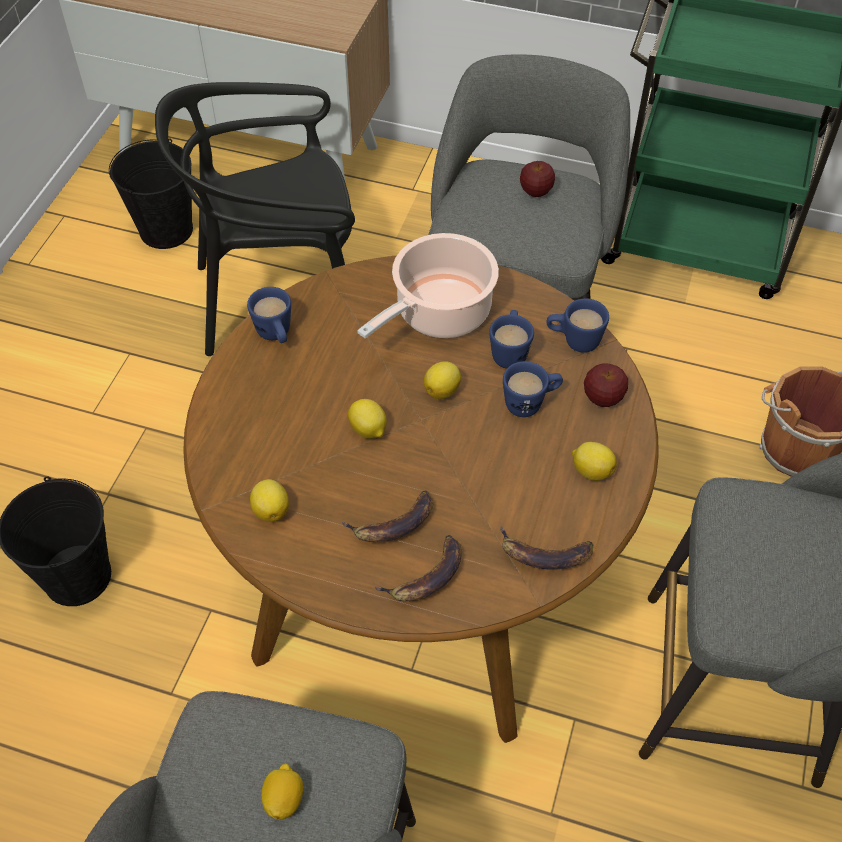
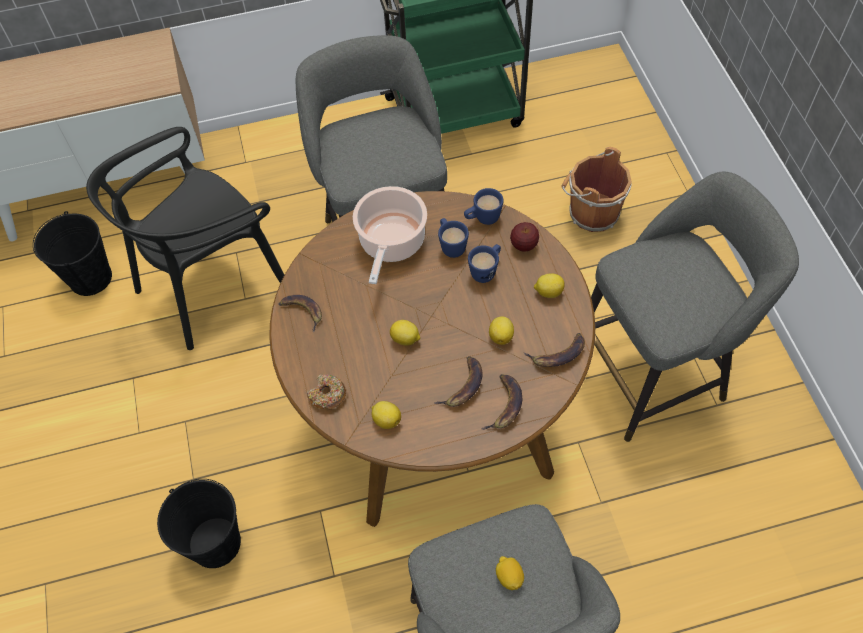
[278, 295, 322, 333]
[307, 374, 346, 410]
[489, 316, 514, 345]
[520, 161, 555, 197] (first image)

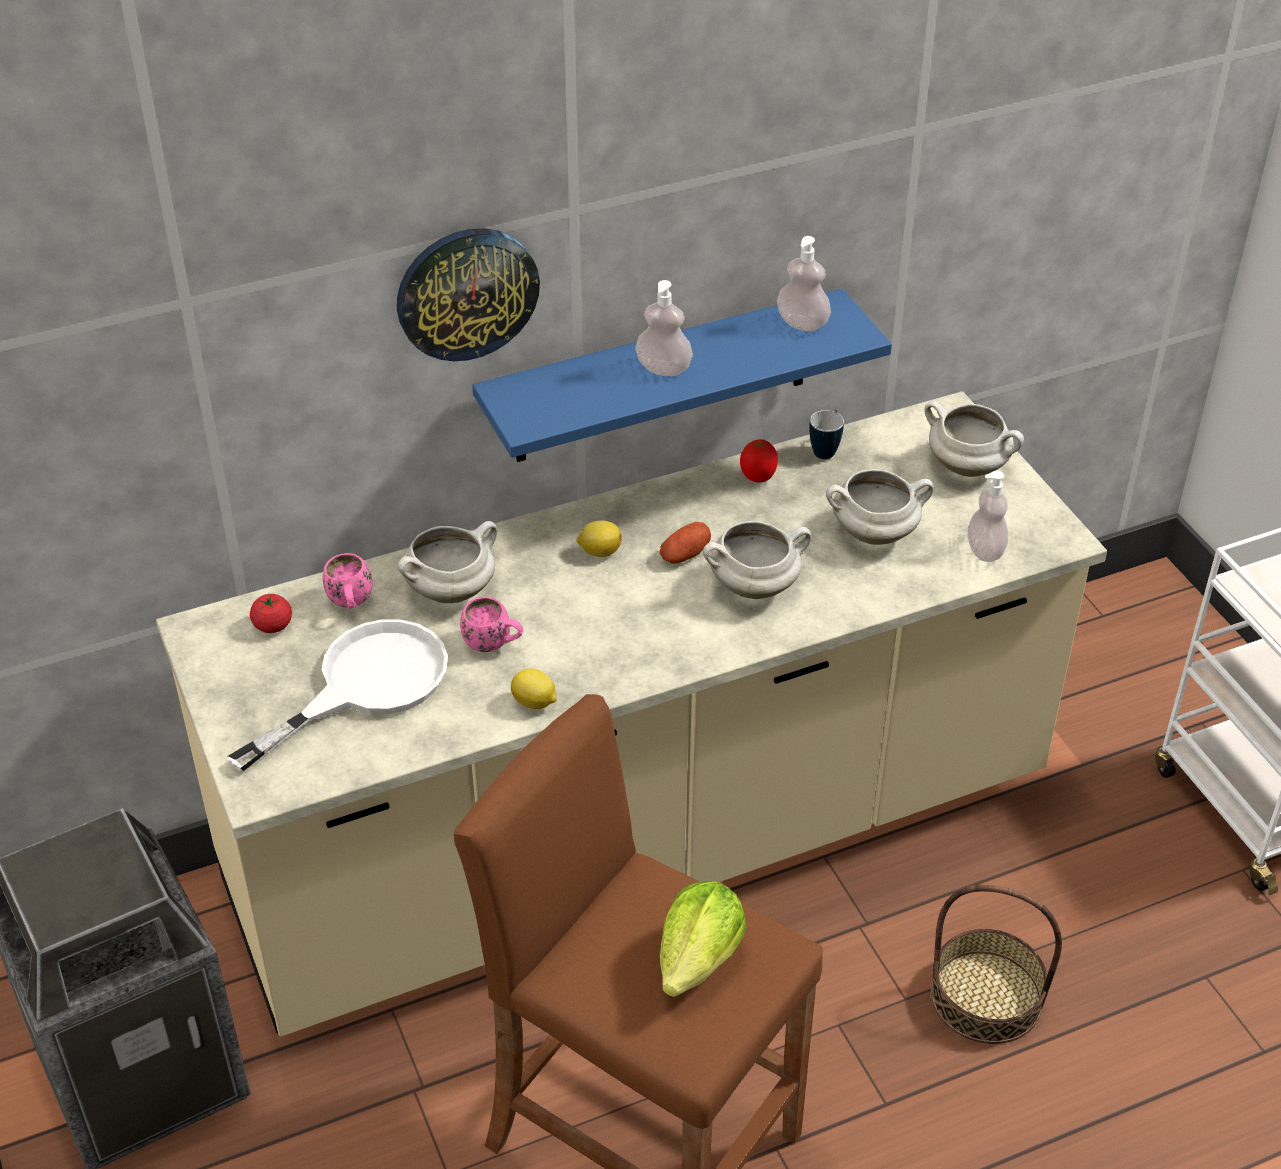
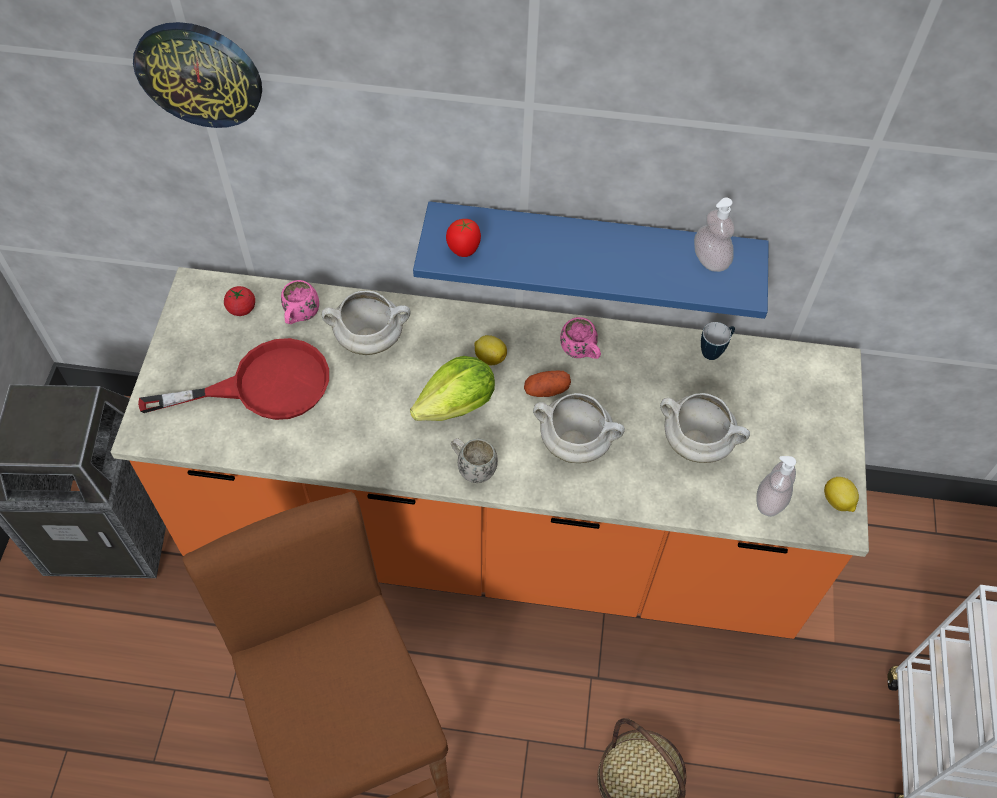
[111, 267, 869, 639]
[133, 22, 262, 128]
[138, 338, 329, 420]
[410, 356, 495, 421]
[446, 219, 481, 257]
[451, 438, 498, 483]
[560, 317, 601, 359]
[824, 477, 859, 512]
[635, 280, 693, 376] (first image)
[924, 401, 1024, 477] (first image)

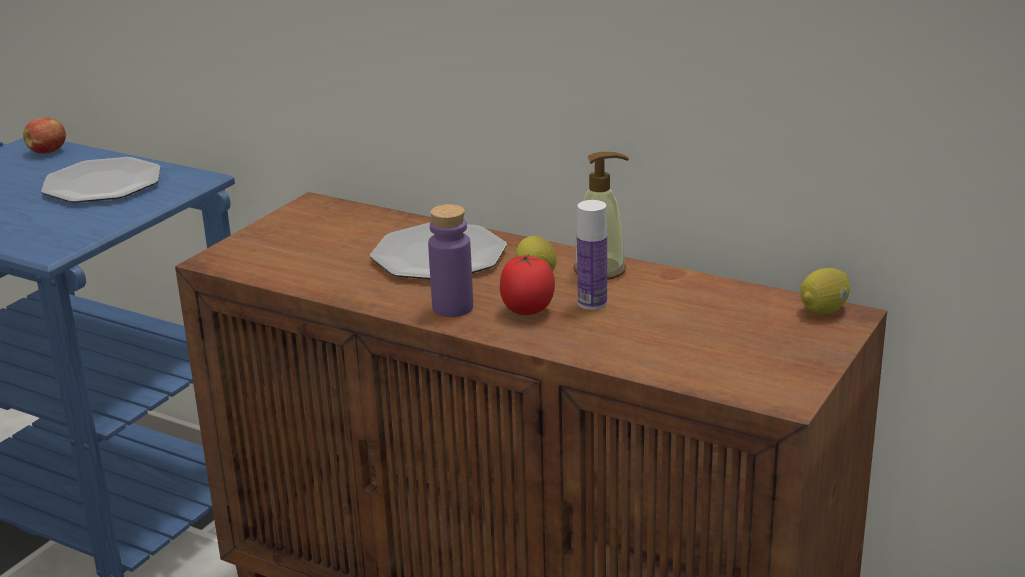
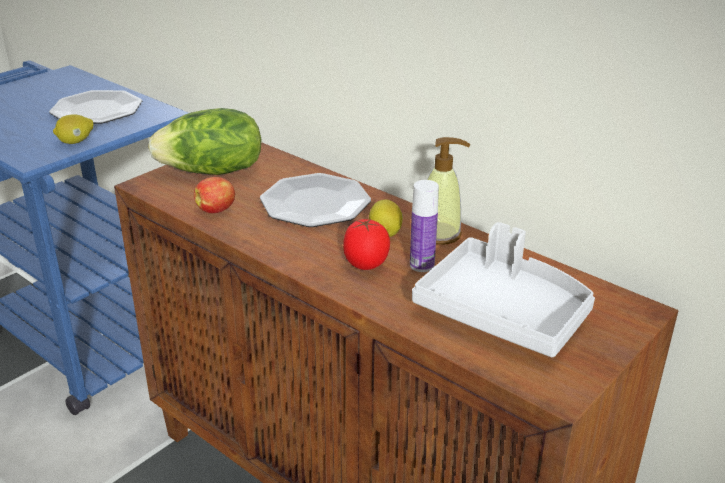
[53, 114, 93, 144]
[148, 108, 262, 175]
[194, 177, 235, 213]
[412, 222, 595, 357]
[428, 204, 473, 317] (first image)

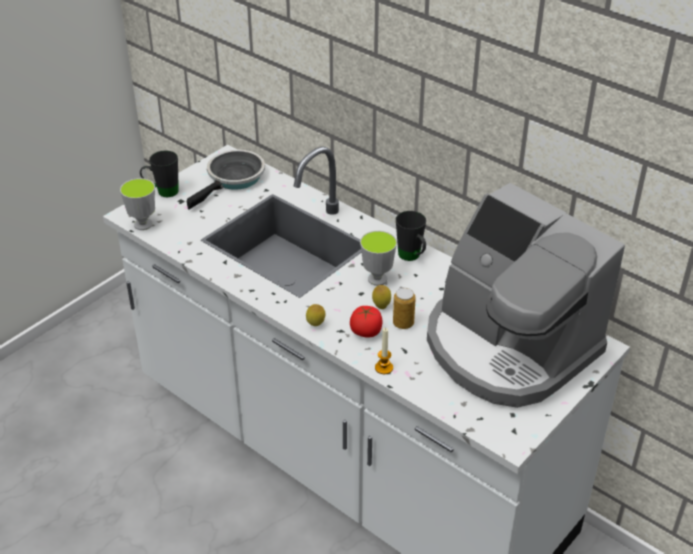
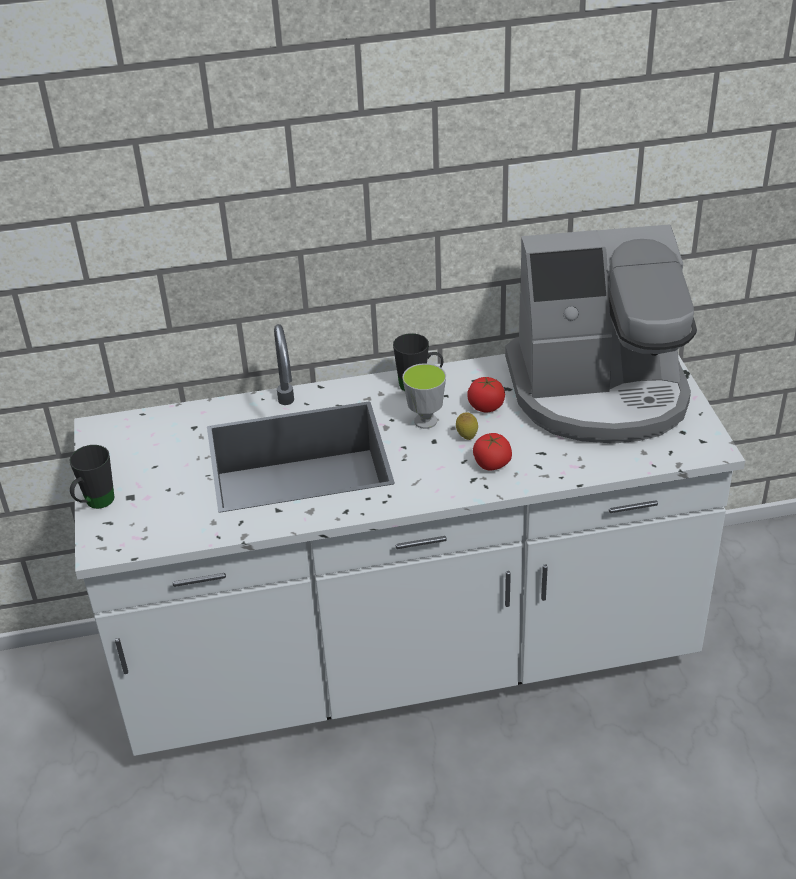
[467, 377, 505, 413]
[120, 178, 155, 230] (first image)
[187, 150, 265, 210] (first image)
[306, 304, 325, 326] (first image)
[375, 328, 393, 374] (first image)
[393, 288, 416, 329] (first image)

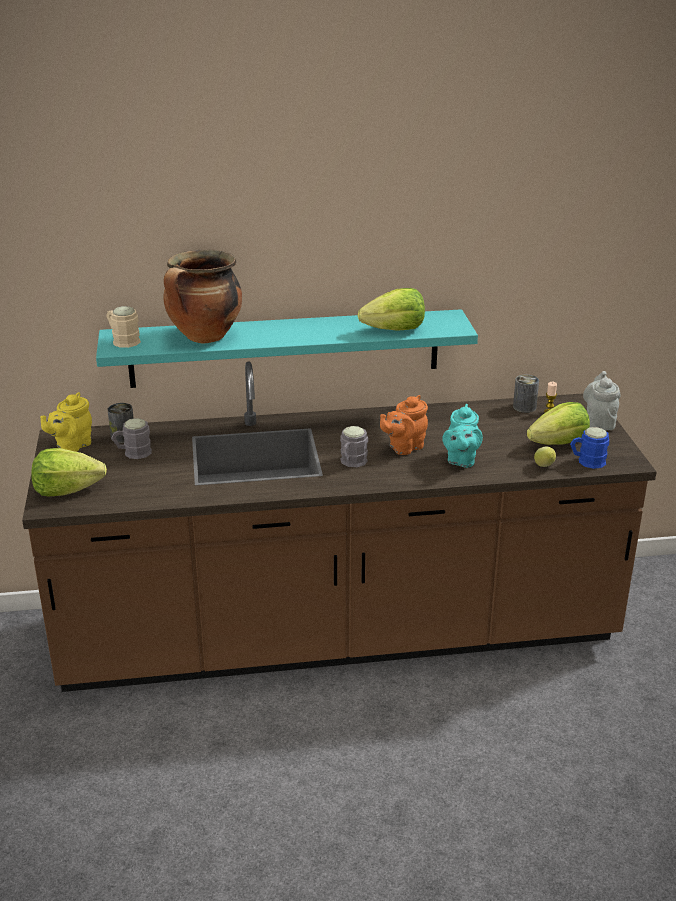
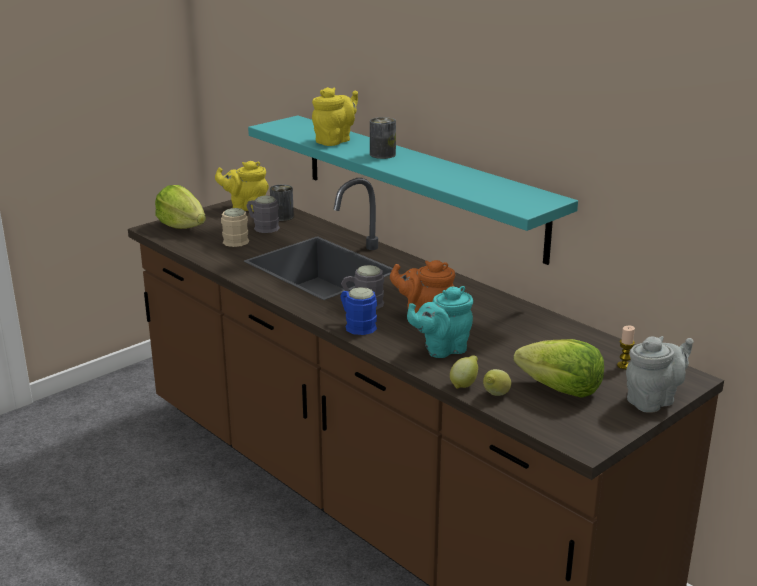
[221, 208, 249, 247]
[312, 87, 358, 146]
[340, 287, 377, 335]
[370, 117, 396, 159]
[450, 356, 478, 389]
[358, 288, 425, 331] (first image)

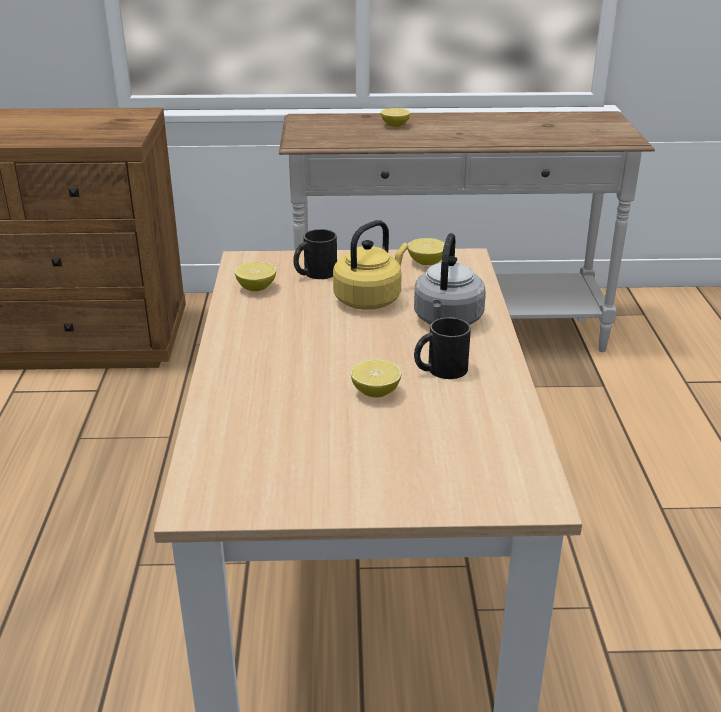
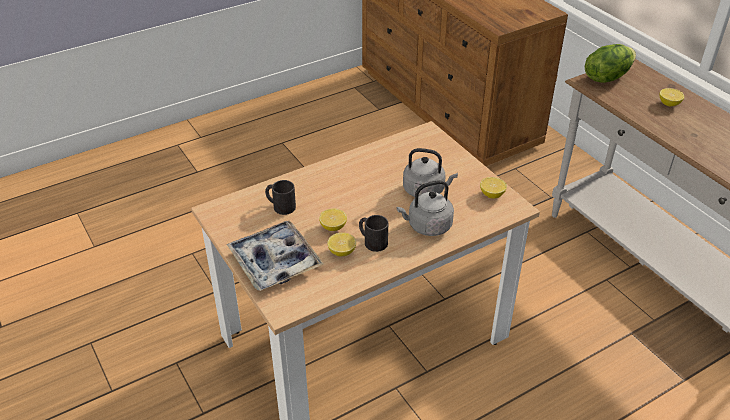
[226, 221, 323, 291]
[265, 180, 296, 215]
[327, 233, 356, 256]
[403, 148, 458, 197]
[585, 44, 636, 83]

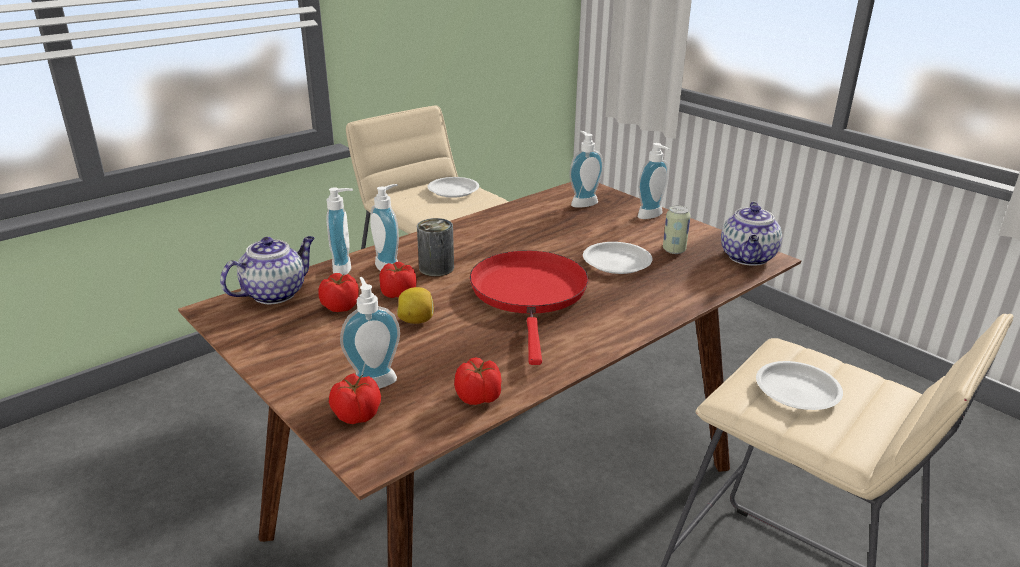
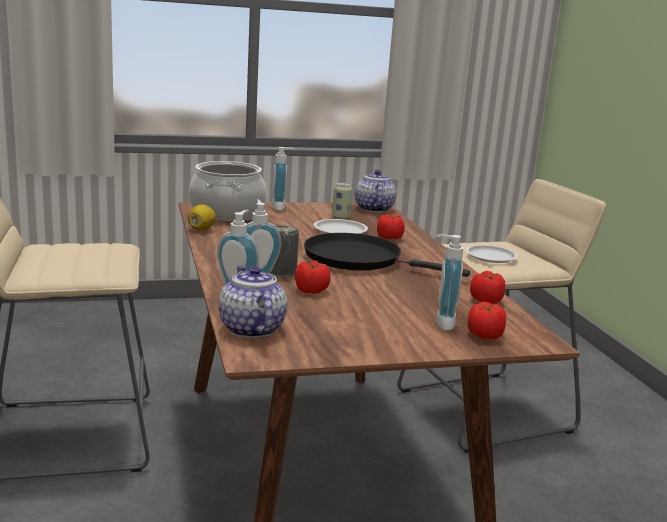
[188, 205, 216, 230]
[189, 161, 267, 222]
[304, 233, 470, 277]
[355, 169, 396, 213]
[377, 214, 405, 240]
[428, 177, 479, 198] (first image)

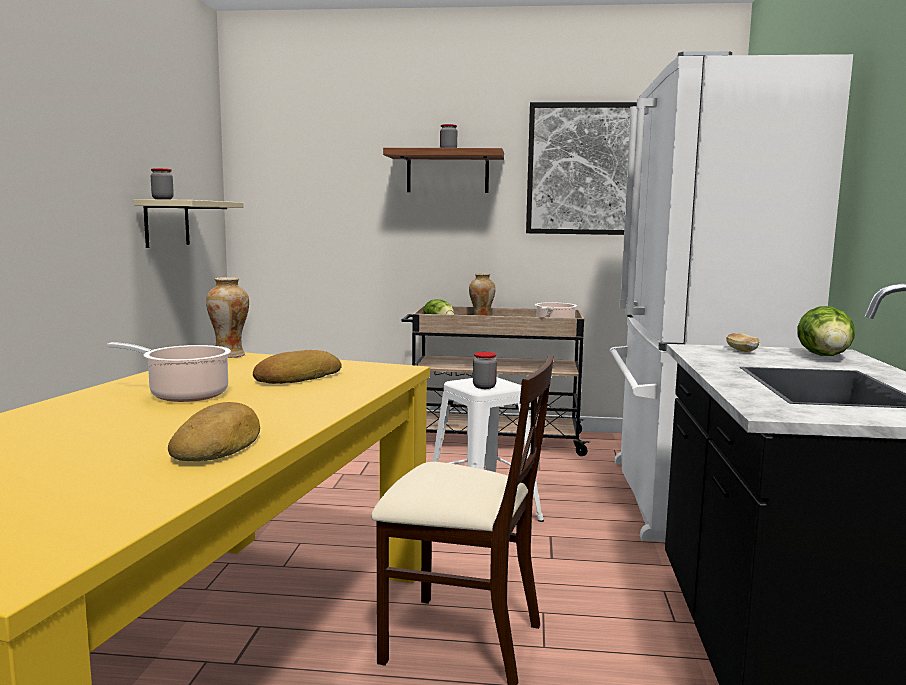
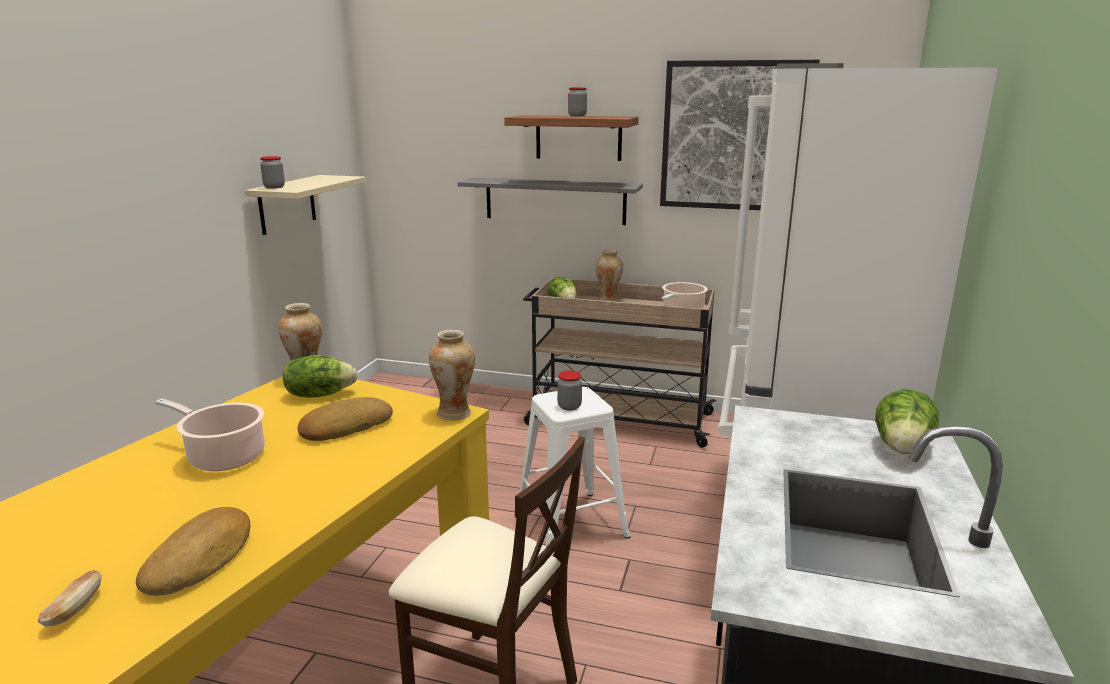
[38, 570, 101, 626]
[283, 355, 358, 398]
[429, 330, 475, 420]
[458, 177, 643, 225]

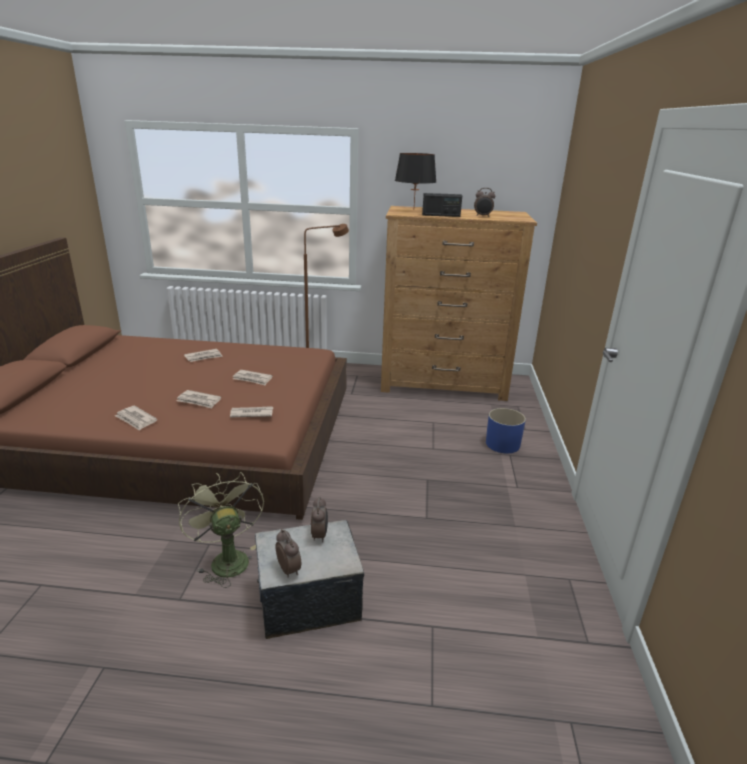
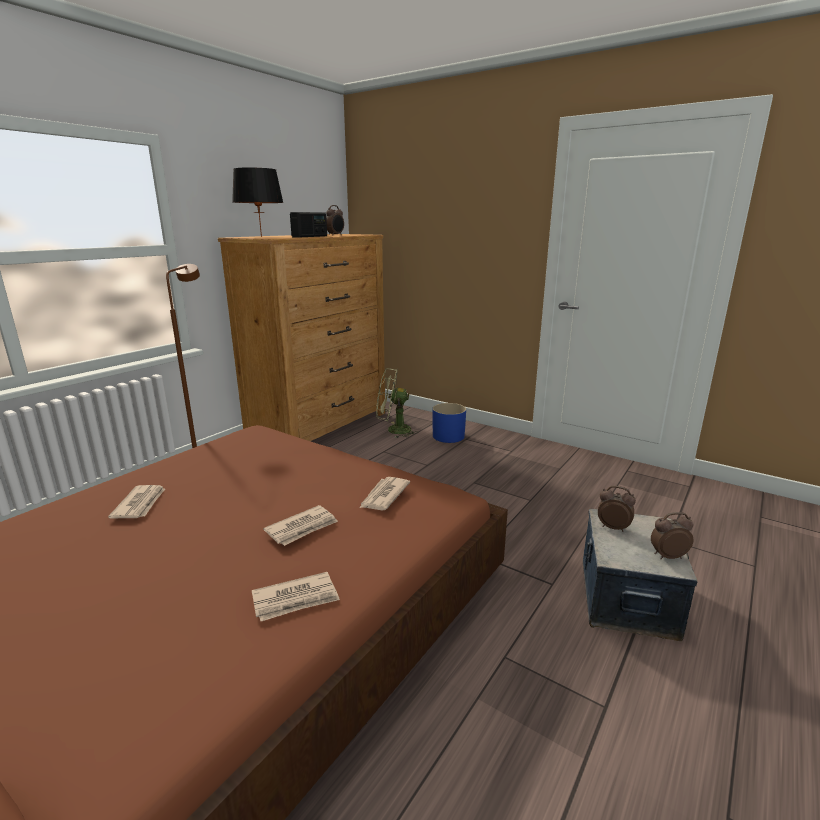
[376, 368, 418, 438]
[233, 370, 273, 386] (first image)

